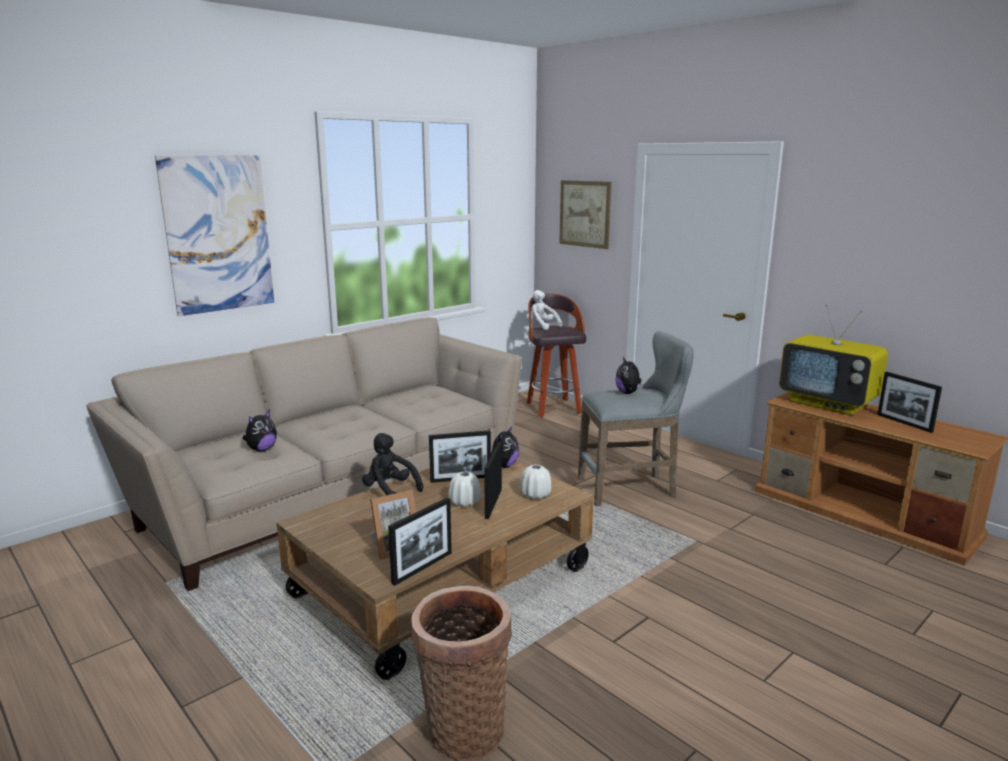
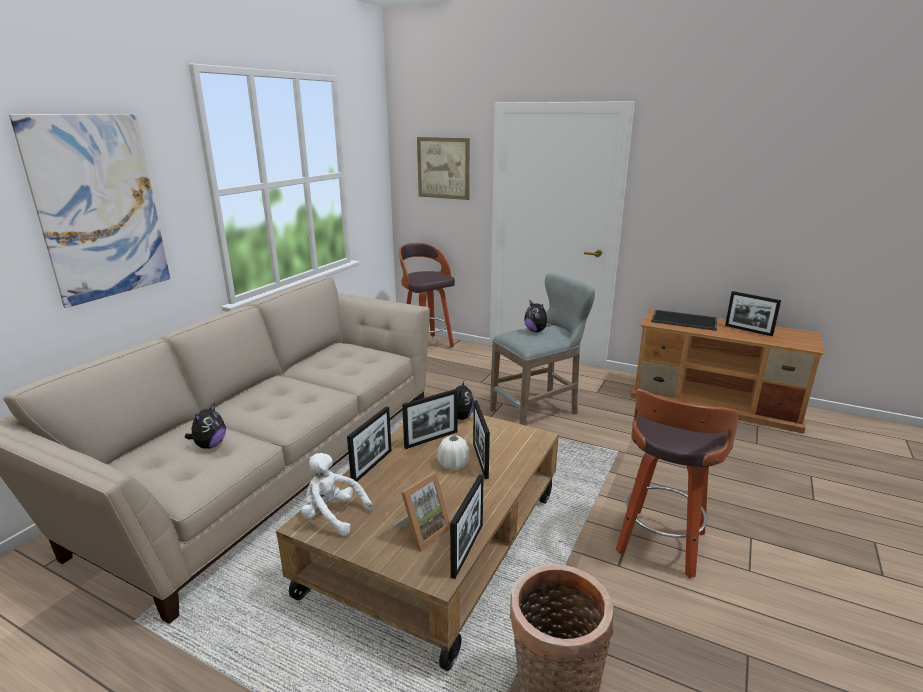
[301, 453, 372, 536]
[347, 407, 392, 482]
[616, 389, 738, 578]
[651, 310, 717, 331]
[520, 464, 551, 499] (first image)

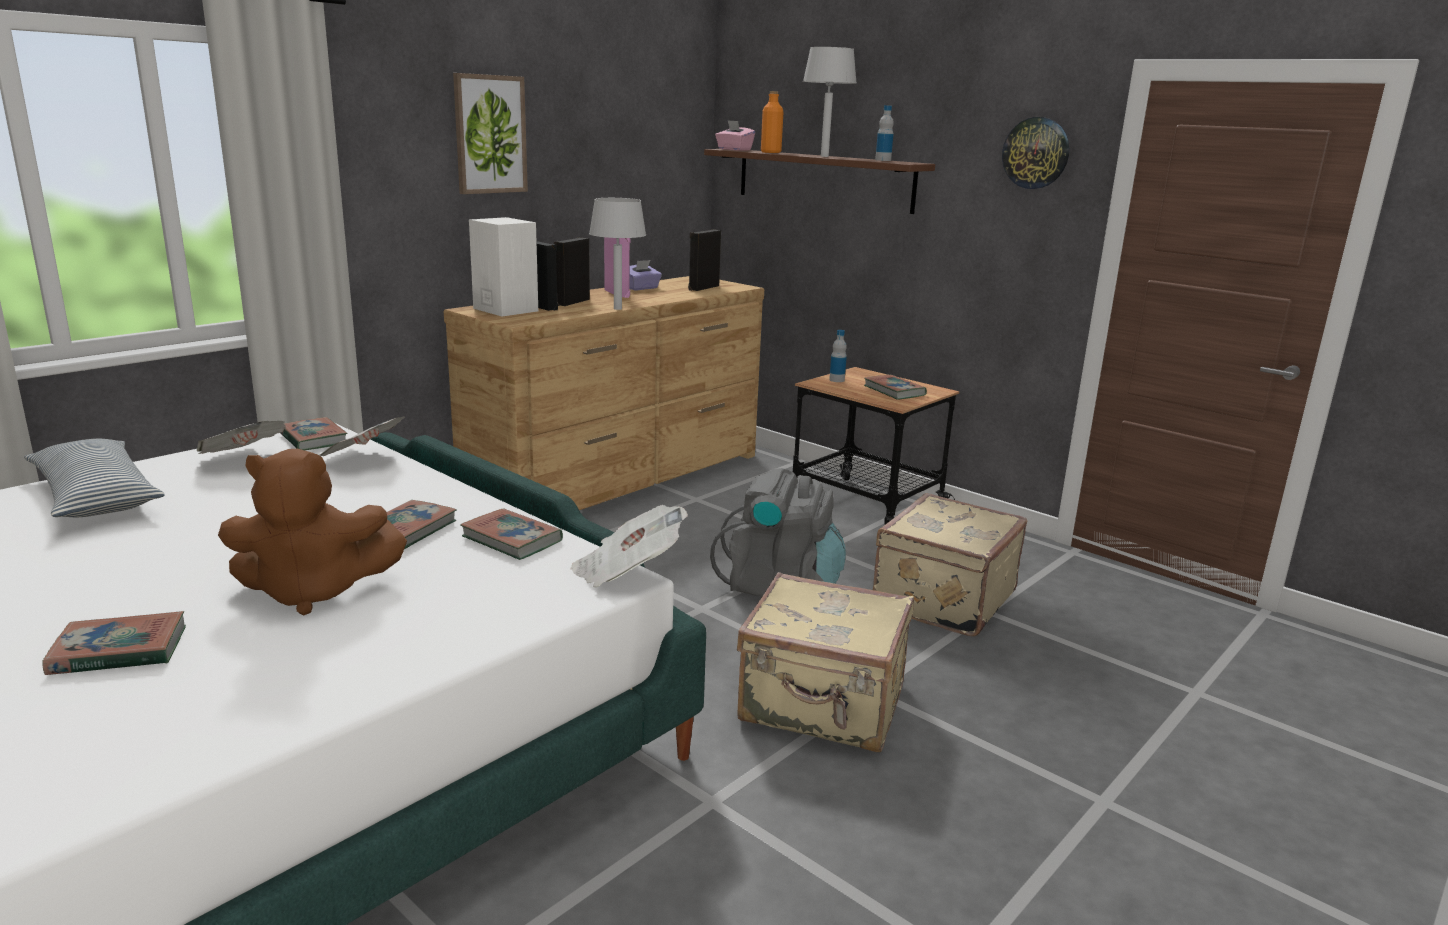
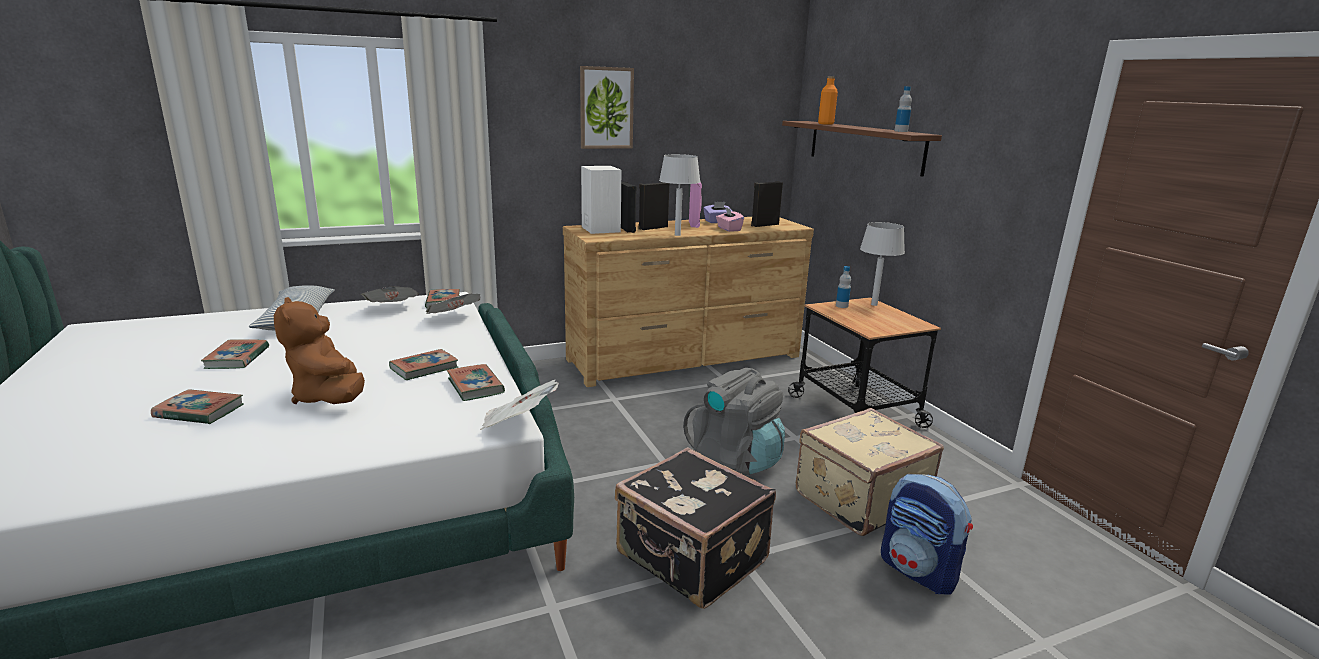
[201, 339, 269, 369]
[274, 297, 365, 404]
[615, 447, 776, 609]
[716, 207, 744, 232]
[860, 222, 905, 306]
[881, 474, 973, 594]
[1002, 117, 1069, 189] (first image)

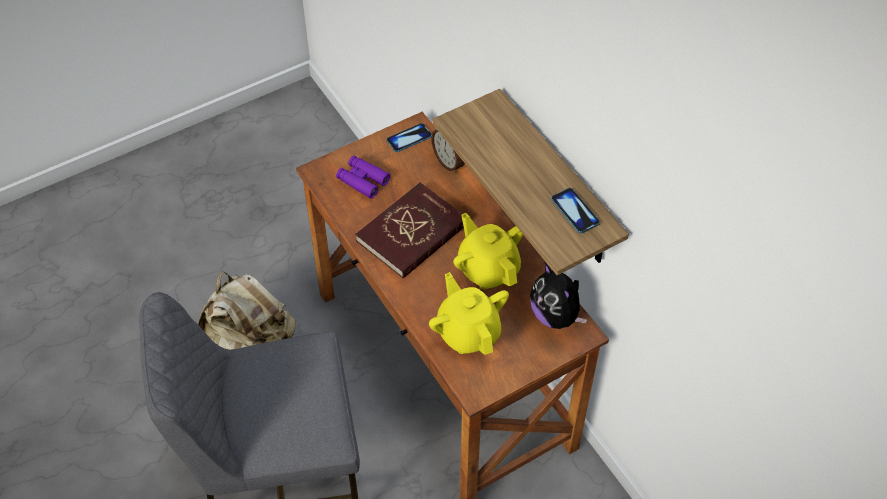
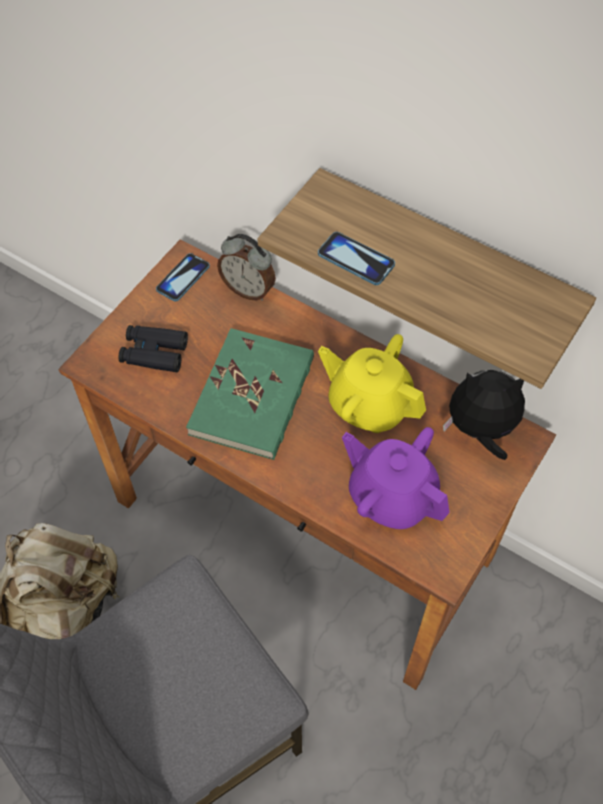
[119, 325, 188, 372]
[186, 328, 314, 460]
[318, 232, 395, 285]
[342, 427, 450, 529]
[443, 370, 525, 460]

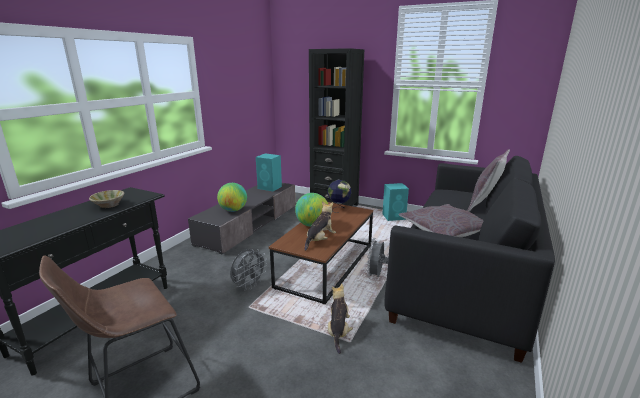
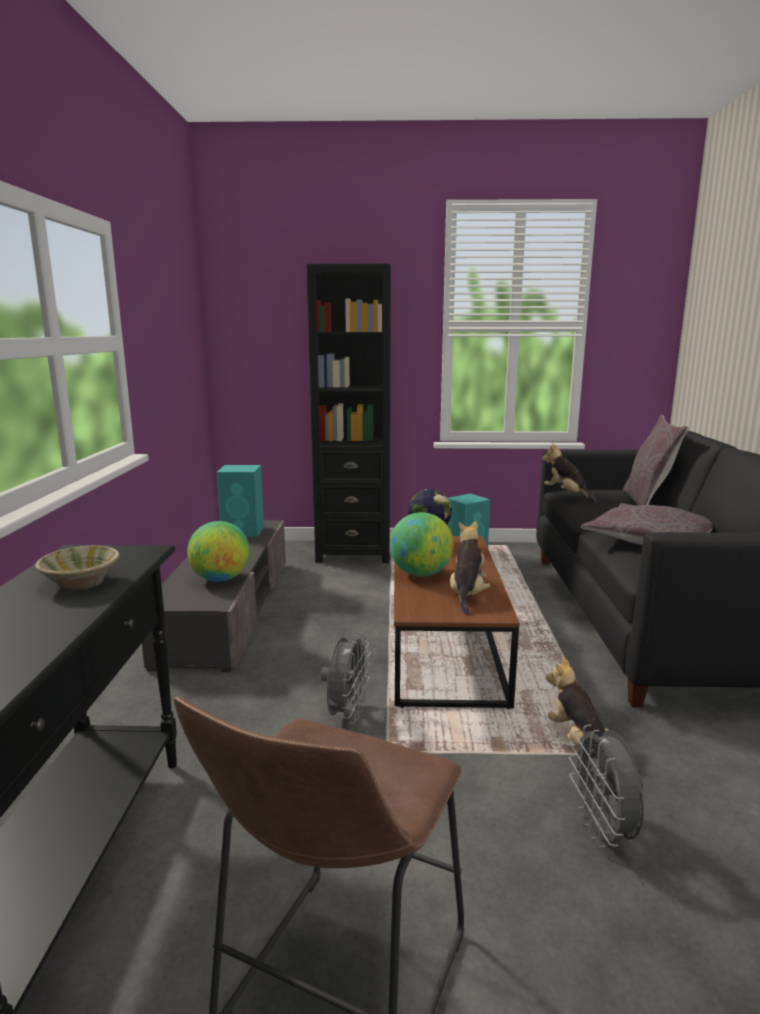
[542, 444, 597, 502]
[569, 725, 644, 847]

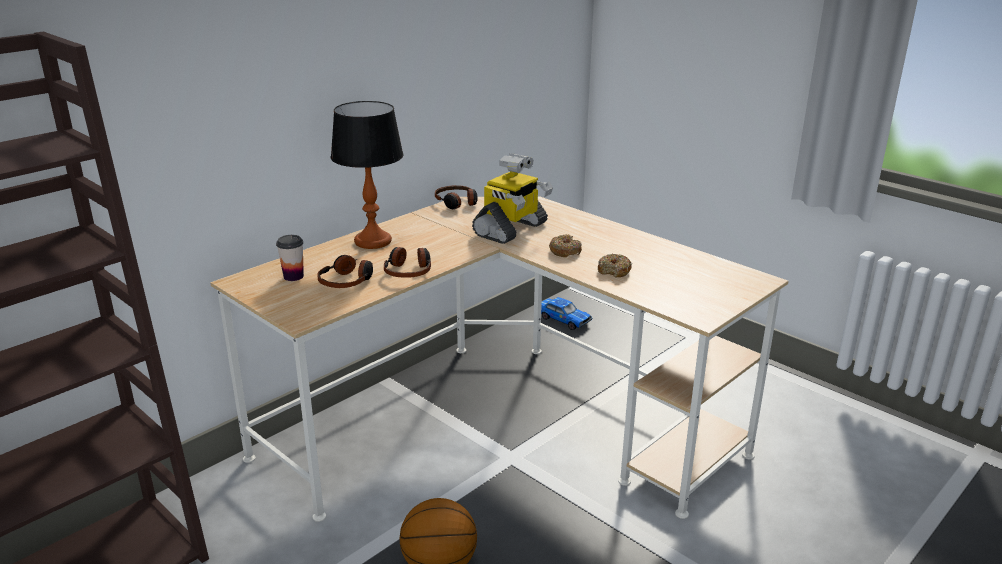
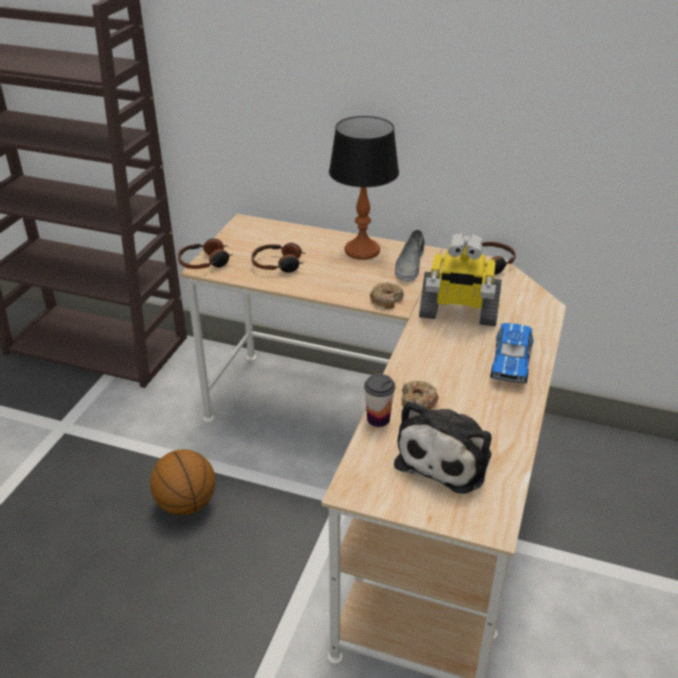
[178, 238, 233, 269]
[364, 374, 395, 427]
[370, 283, 404, 309]
[394, 400, 492, 494]
[395, 230, 424, 282]
[490, 323, 533, 384]

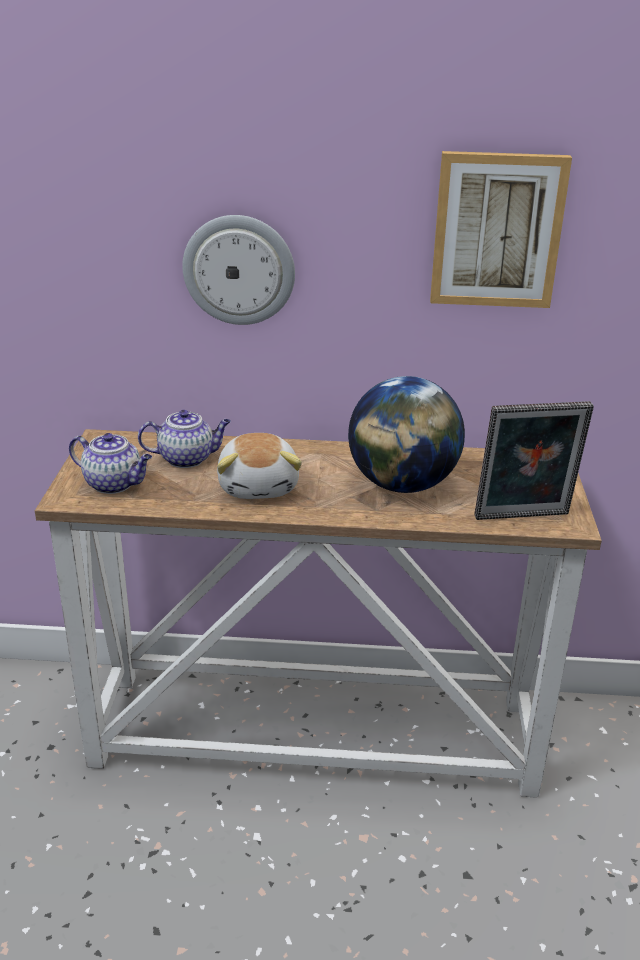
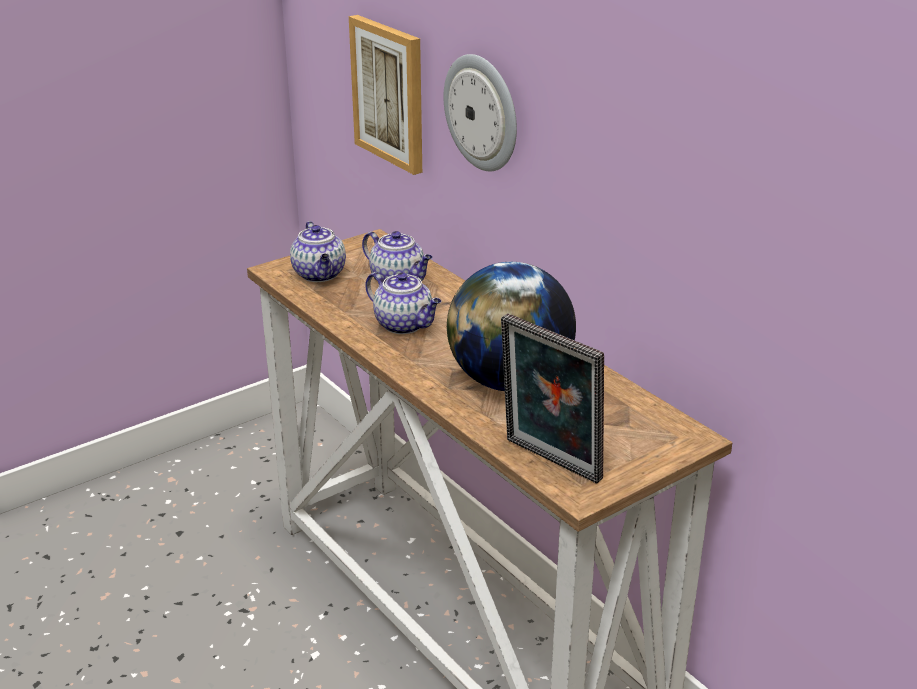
[349, 15, 422, 175]
[365, 272, 441, 334]

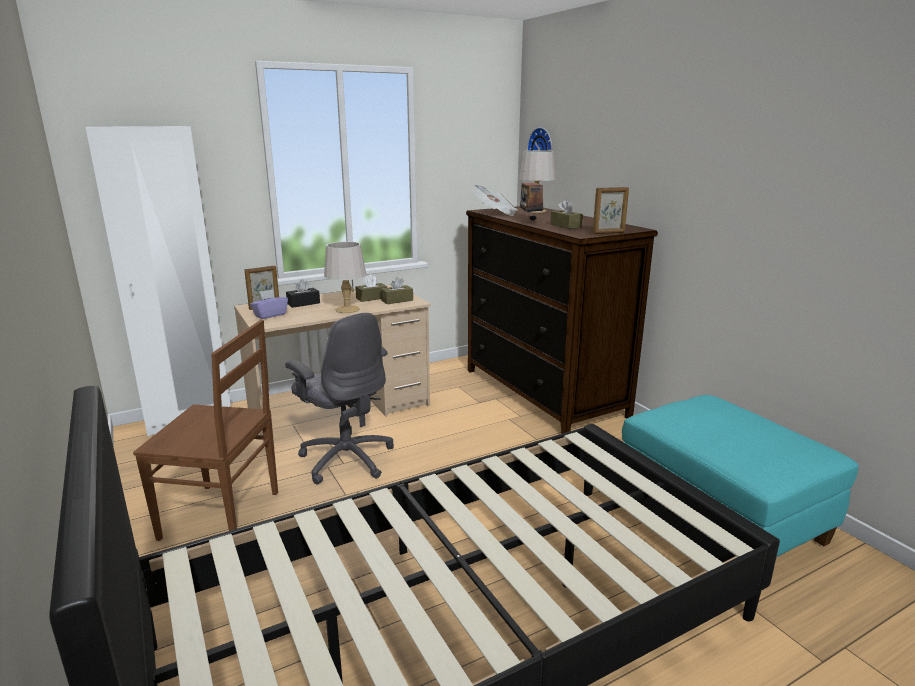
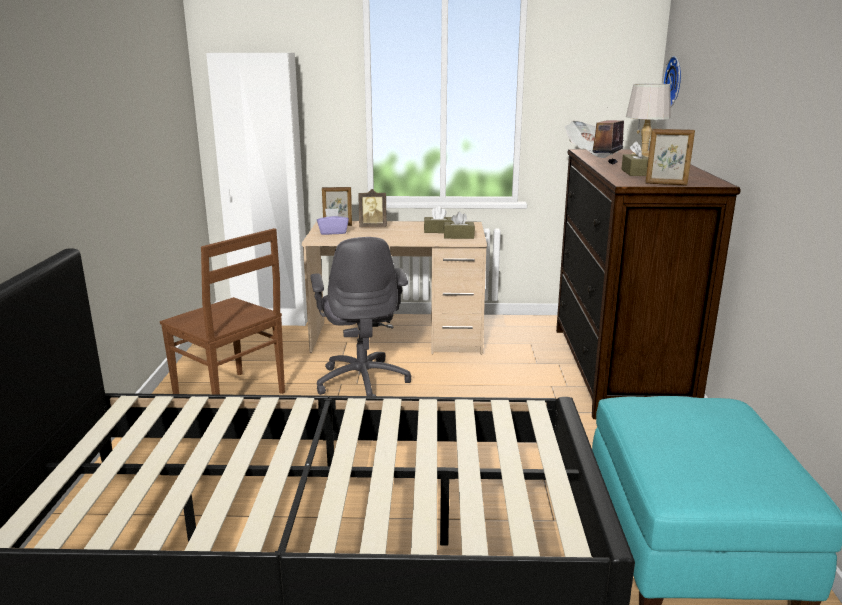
[358, 189, 387, 227]
[324, 241, 366, 313] (first image)

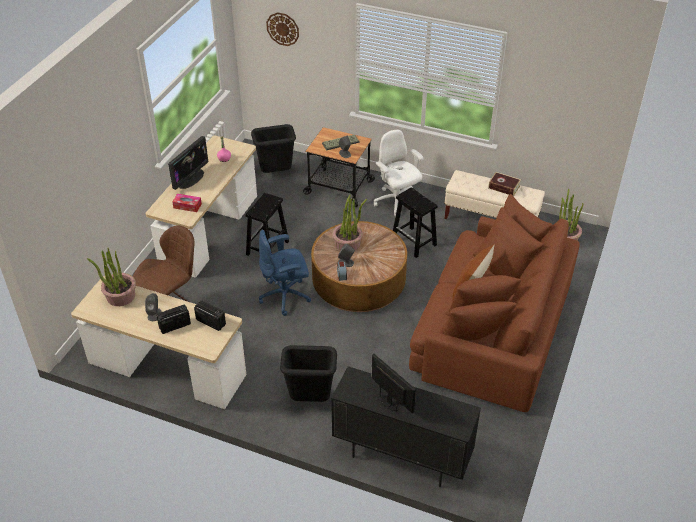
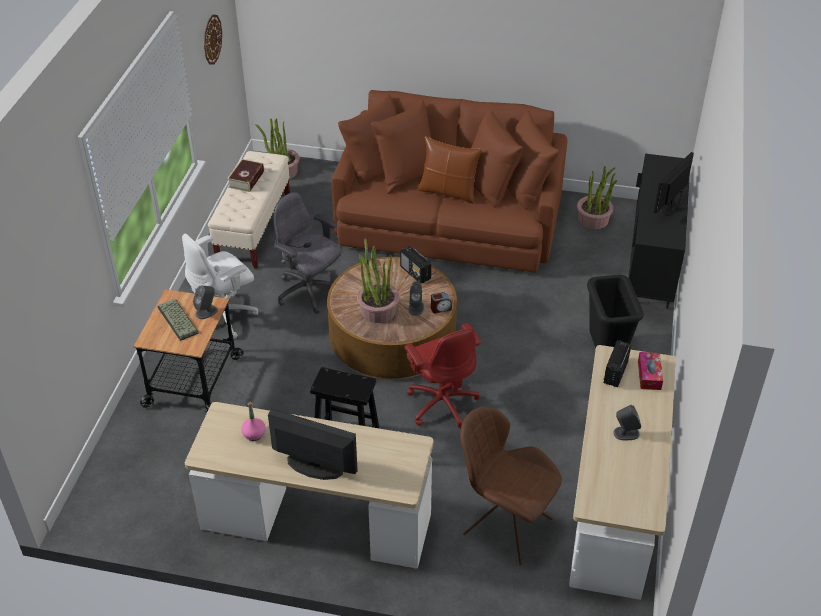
[204, 15, 222, 65]
[274, 192, 341, 314]
[400, 246, 431, 284]
[404, 323, 481, 429]
[577, 166, 617, 230]
[638, 352, 663, 390]
[251, 124, 296, 173] (first image)

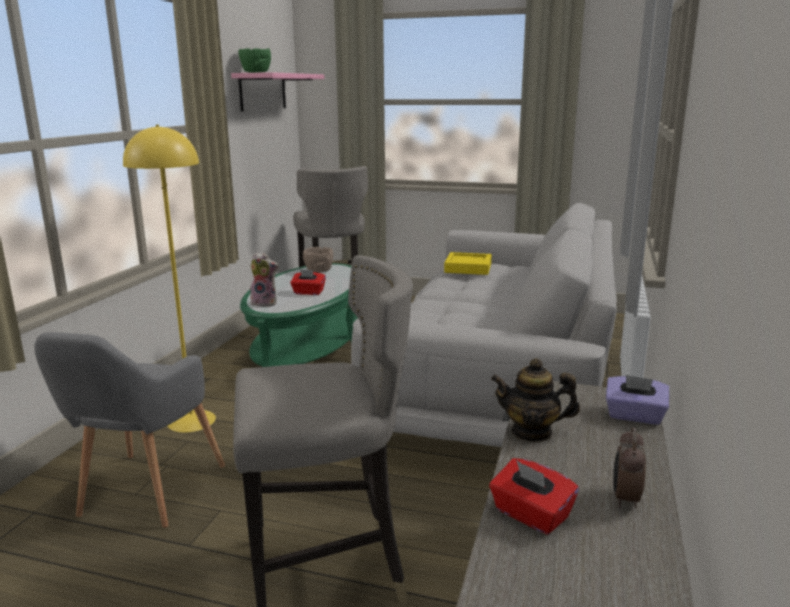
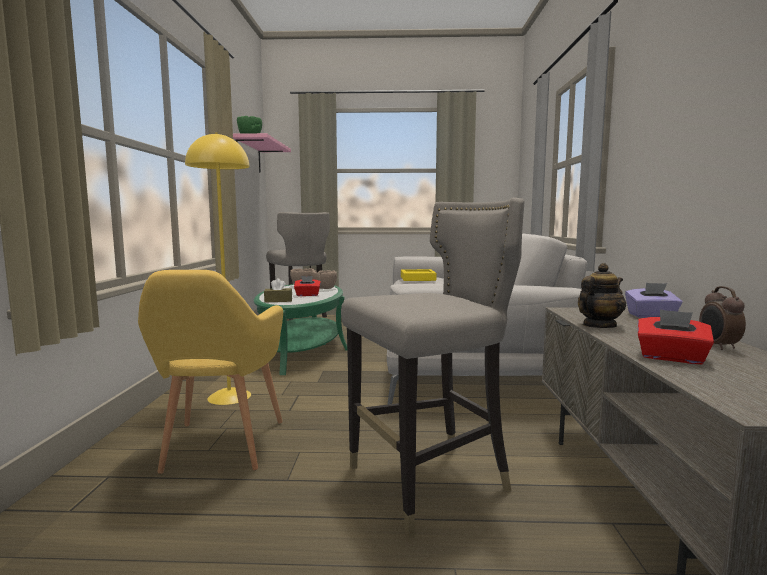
[138, 270, 283, 474]
[264, 278, 292, 302]
[312, 270, 337, 289]
[578, 263, 626, 328]

